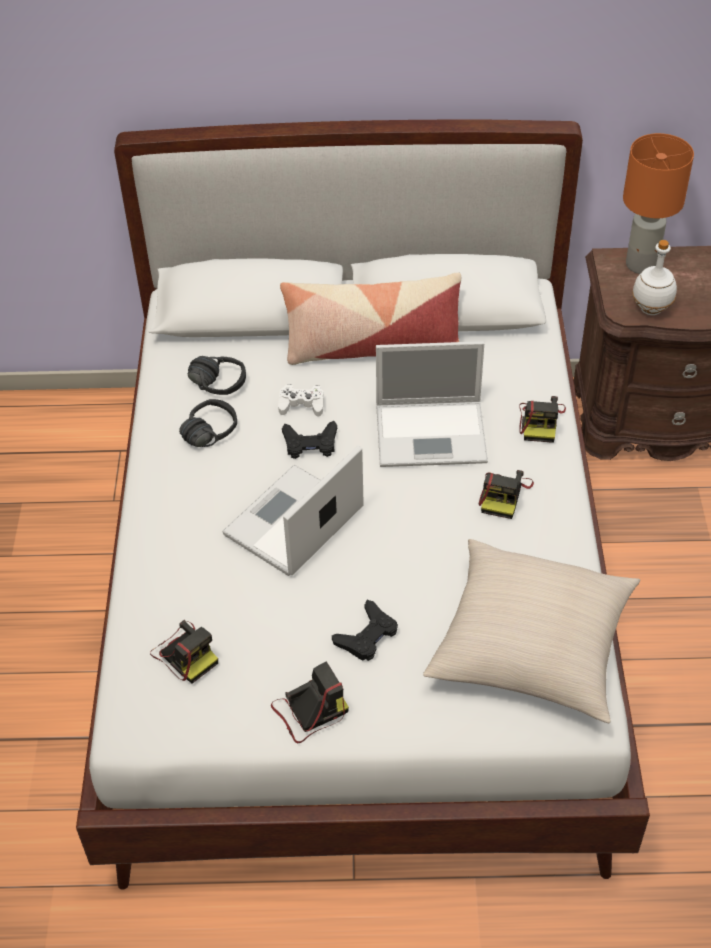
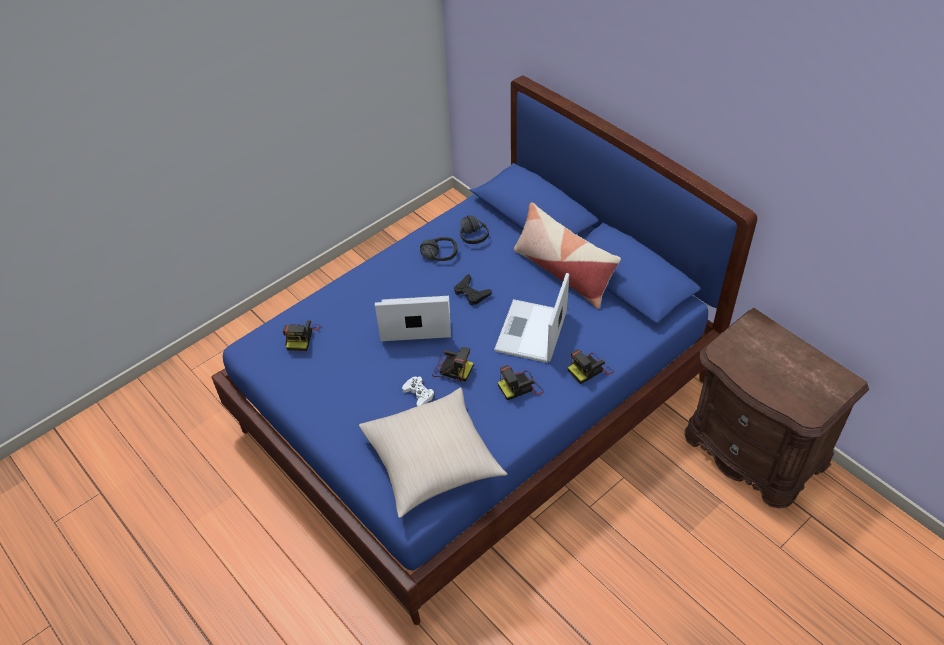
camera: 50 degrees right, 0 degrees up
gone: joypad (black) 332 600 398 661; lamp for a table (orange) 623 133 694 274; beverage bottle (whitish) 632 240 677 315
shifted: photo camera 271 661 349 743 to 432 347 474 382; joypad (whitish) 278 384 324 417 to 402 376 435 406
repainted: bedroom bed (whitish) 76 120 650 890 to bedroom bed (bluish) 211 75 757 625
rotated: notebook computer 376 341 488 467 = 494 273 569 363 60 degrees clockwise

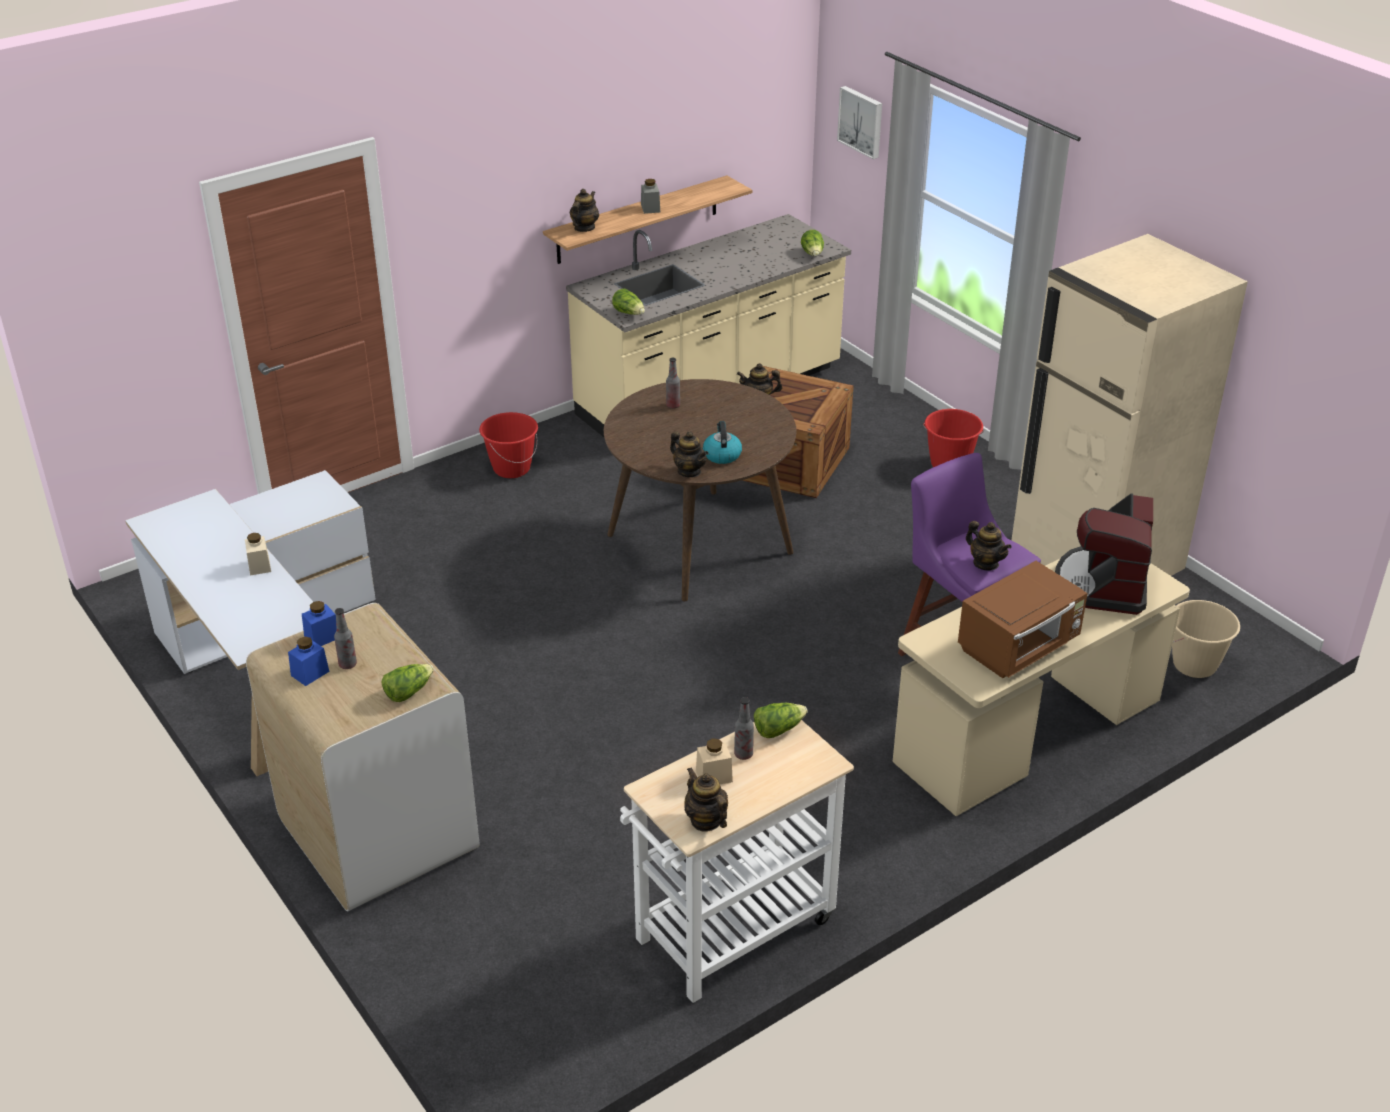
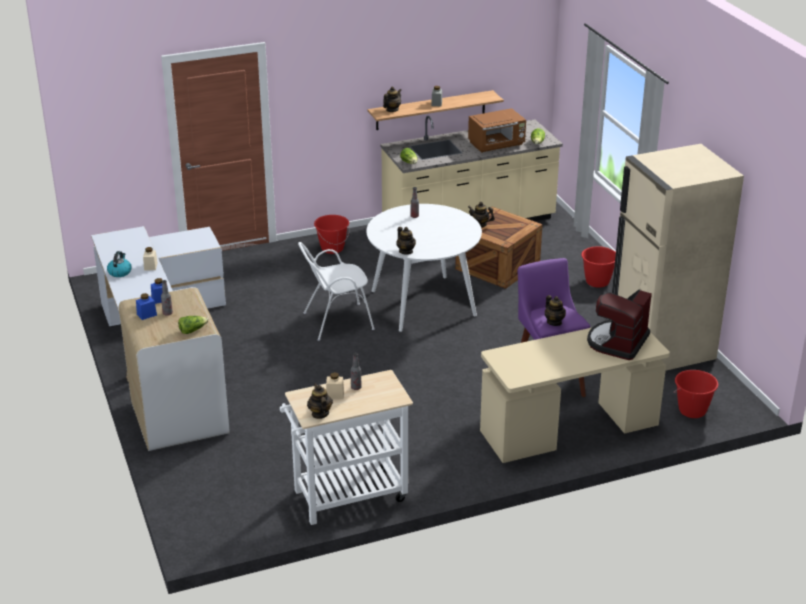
camera: 15 degrees right, 5 degrees down
gone: head of lettuce 754 703 808 738; wall picture 837 86 882 159
new: upright chair (whitish) 298 242 375 341
shifted: kettle 703 421 742 464 to 107 251 132 277; kitchen microwave (brown) 958 561 1088 678 to 468 108 526 153
repainted: kitchen table (brown) 604 379 796 601 to kitchen table (whitish) 366 204 482 332; pail (beige) 1172 600 1240 678 to pail (reddish) 674 370 718 418

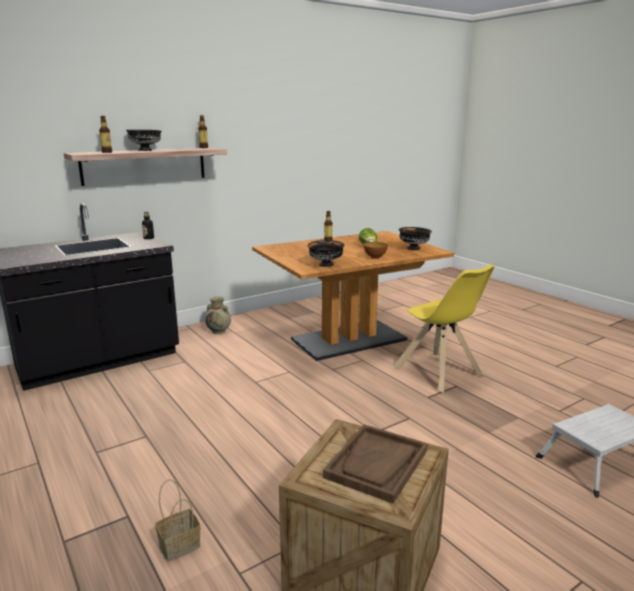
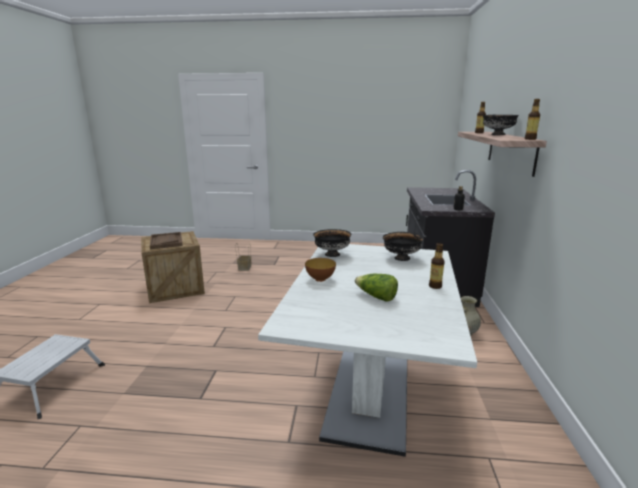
camera: 130 degrees right, 0 degrees up
gone: upright chair (yellow-coloured) 394 264 494 392
shifted: serving bowl (black) 399 227 432 250 to 383 232 424 261
repainted: kitchen table (brown) 252 231 454 361 to kitchen table (whitish) 258 244 477 457

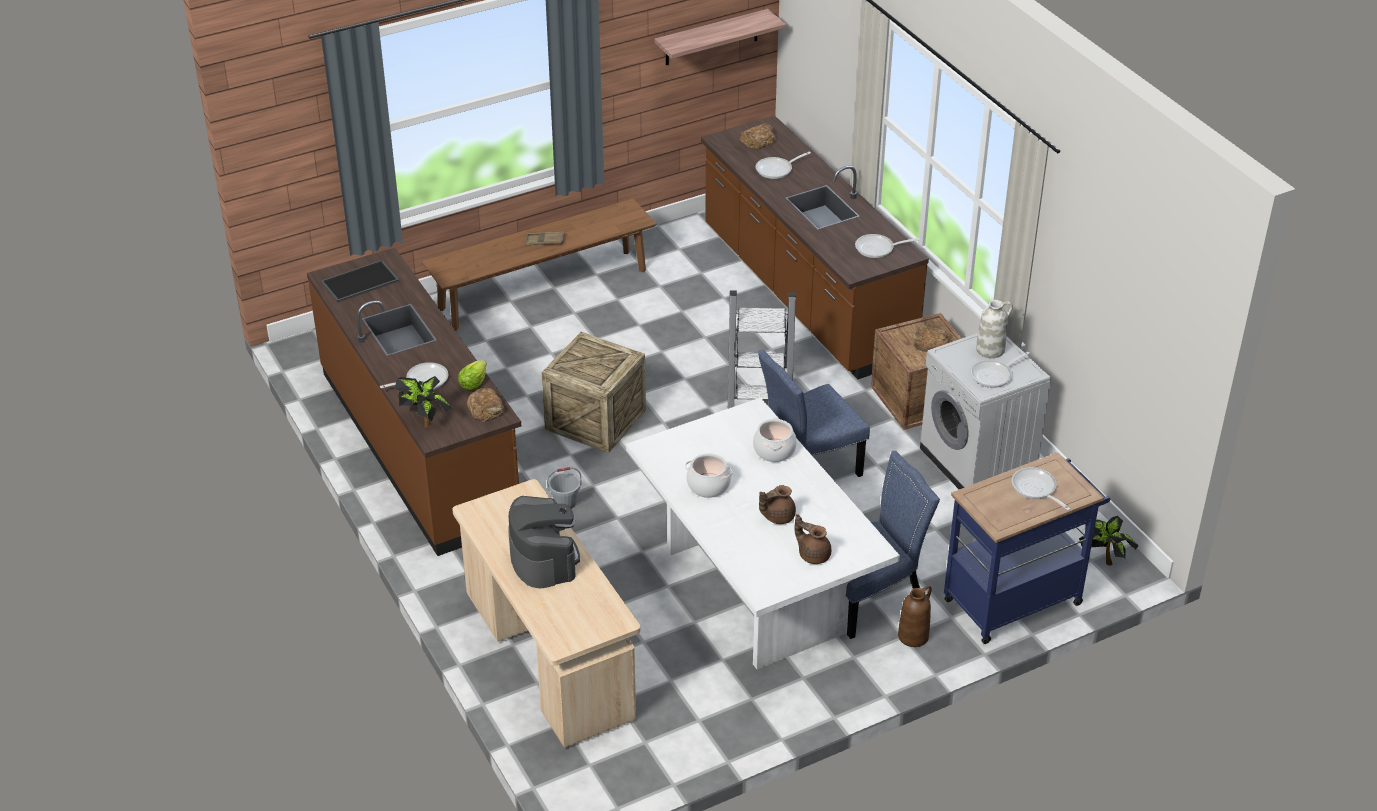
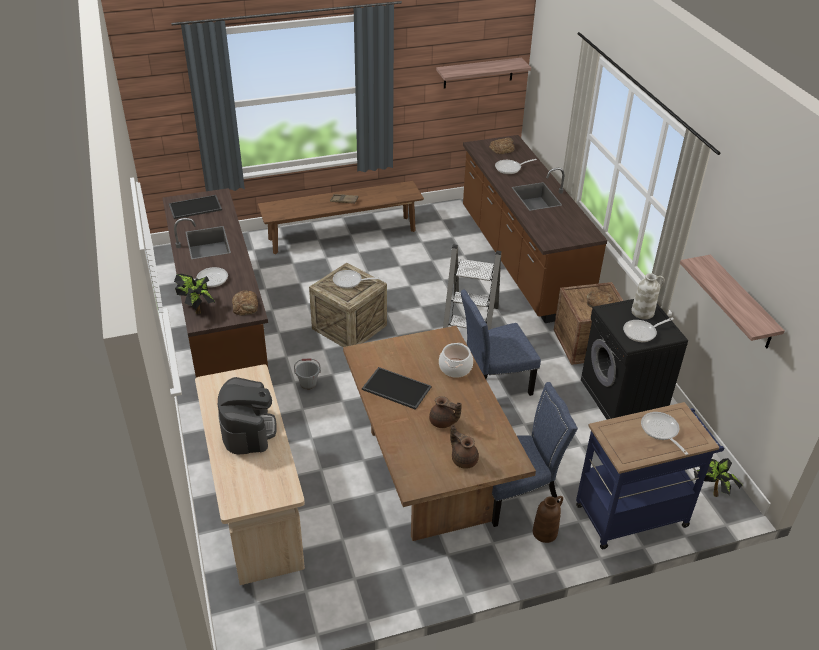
camera: 10 degrees right, 0 degrees up
gone: head of lettuce 458 360 487 390
new: shelf 680 255 785 348
shifted: pan 855 234 920 258 to 333 270 381 289
swapped: cooking pot 685 453 732 498 to carrying tray 362 367 431 410
repainted: kitchen table (whitish) 626 398 900 669 to kitchen table (brown) 343 326 536 541; washing machine (whitish) 920 333 1051 489 to washing machine (black) 581 299 688 420
rotated: pot for tea (brown) 759 485 796 524 = 429 396 462 428 135 degrees counterclockwise

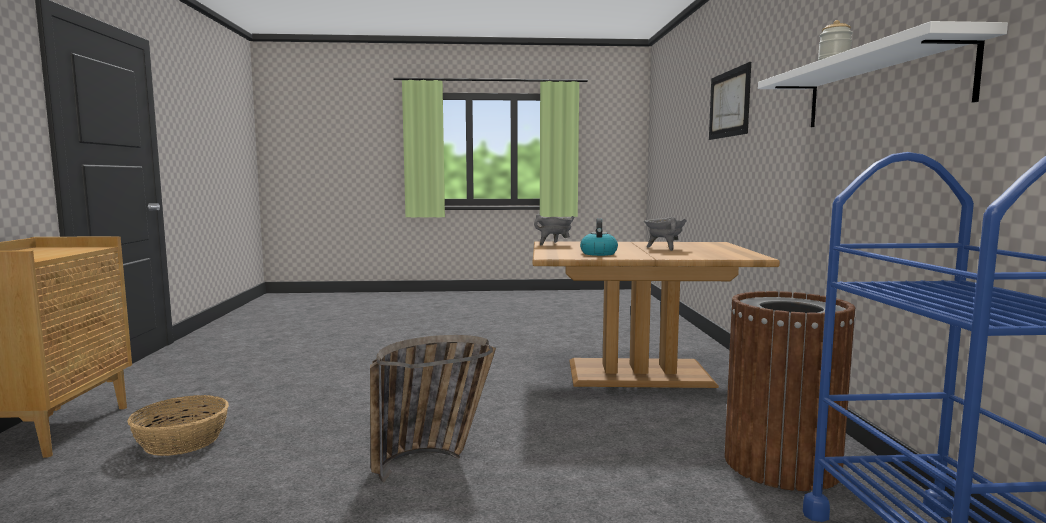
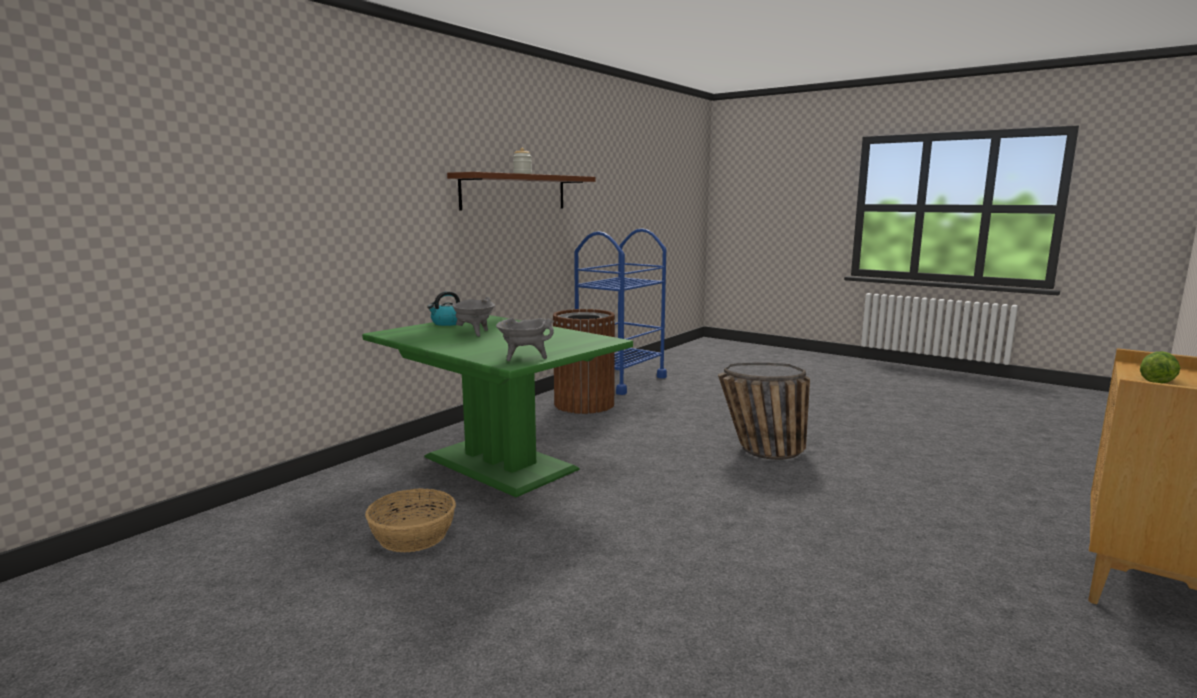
camera: 140 degrees left, 5 degrees up
gone: wall picture 709 62 751 140
new: head of lettuce 1140 351 1180 383
shifted: storage basket 127 395 229 456 to 365 488 456 552; kettle 580 218 618 256 to 427 291 460 326
repainted: kitchen table (brown) 532 241 780 388 to kitchen table (green) 362 315 633 497; shelf (whitish) 758 21 1008 127 to shelf (brown) 447 172 595 210

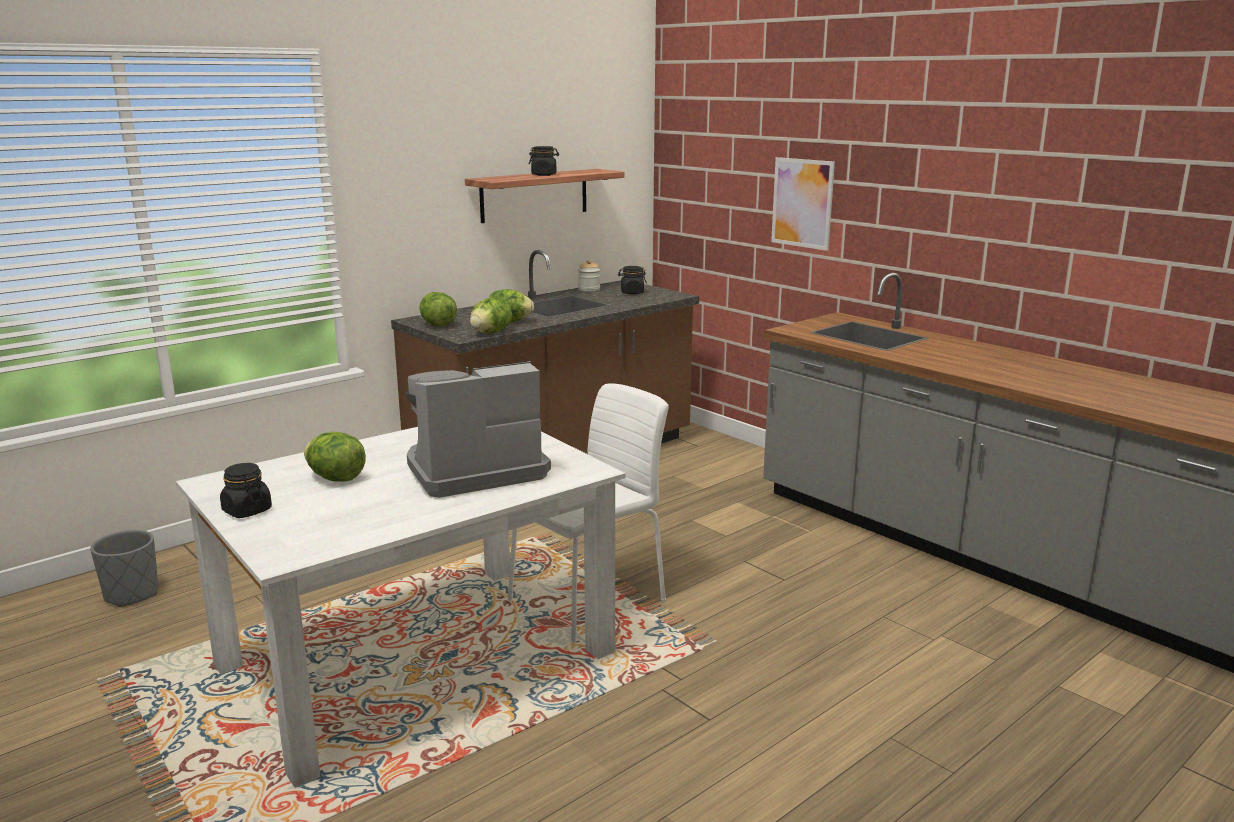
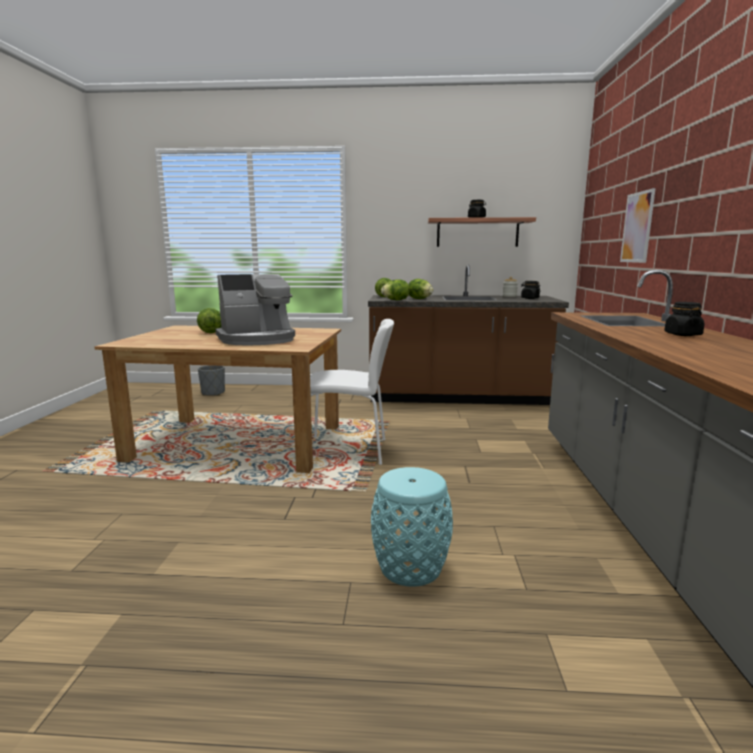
camera: 45 degrees right, 5 degrees down
new: sitting stool (blue-green) 371 467 453 587
shifted: preserve jar (black) 220 463 272 518 to 664 302 705 336
repainted: kitchen table (whitish) 176 427 625 788 to kitchen table (brown) 94 325 341 473
rotated: coffee brewer 405 361 551 498 = 215 274 295 345 135 degrees clockwise

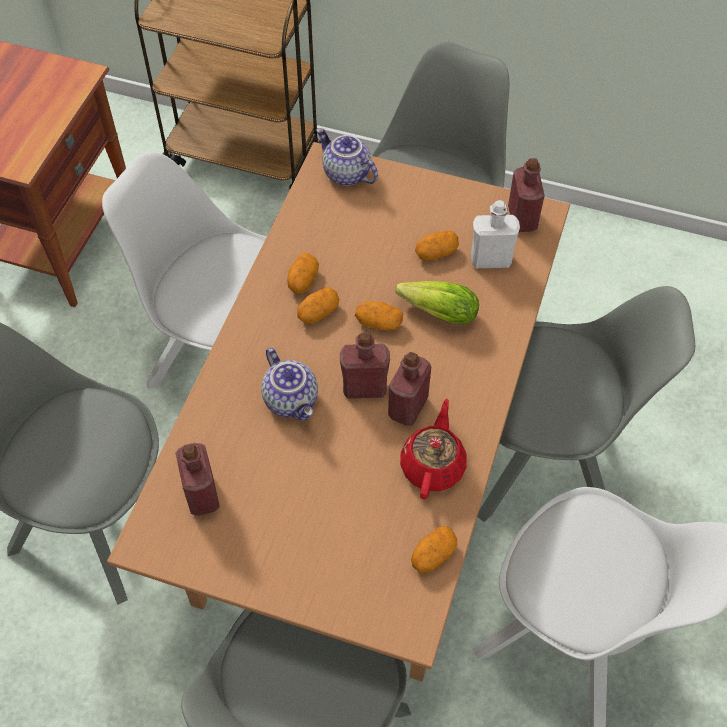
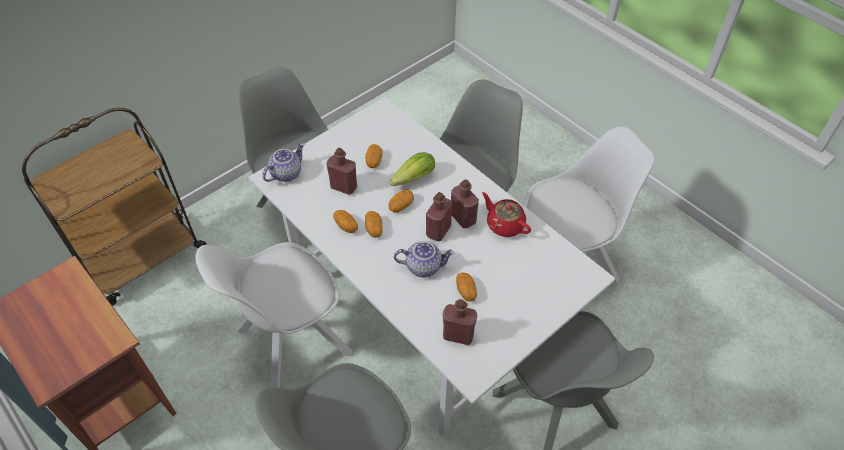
camera: 60 degrees left, 5 degrees down
gone: beverage bottle (whitish) 471 200 520 268
shifted: spud 411 526 457 573 to 456 272 477 302; beverage bottle (reddish) 508 158 545 232 to 326 148 357 195
repainted: kitchen table (brown) 107 142 570 682 to kitchen table (whitish) 248 96 616 437
rotated: pot for tea 316 128 378 186 = 262 143 304 182 150 degrees clockwise

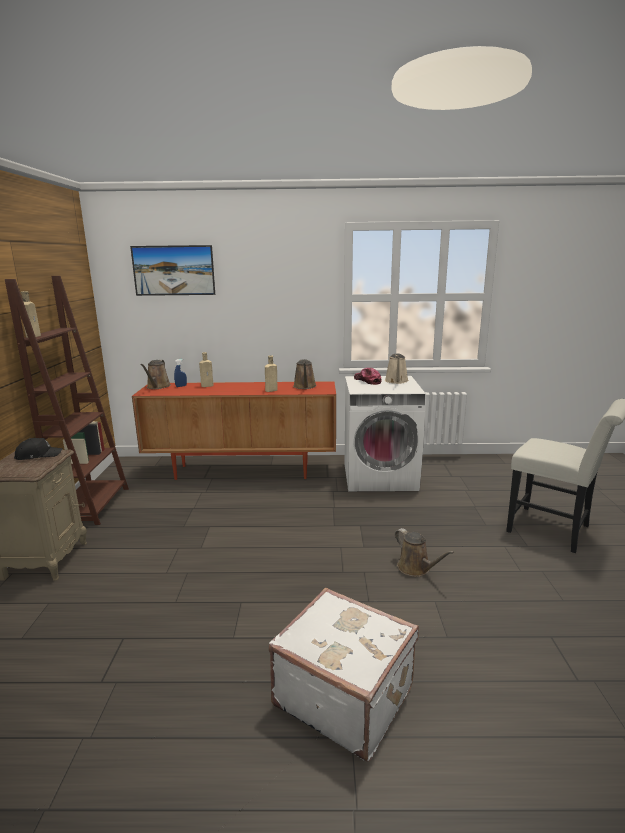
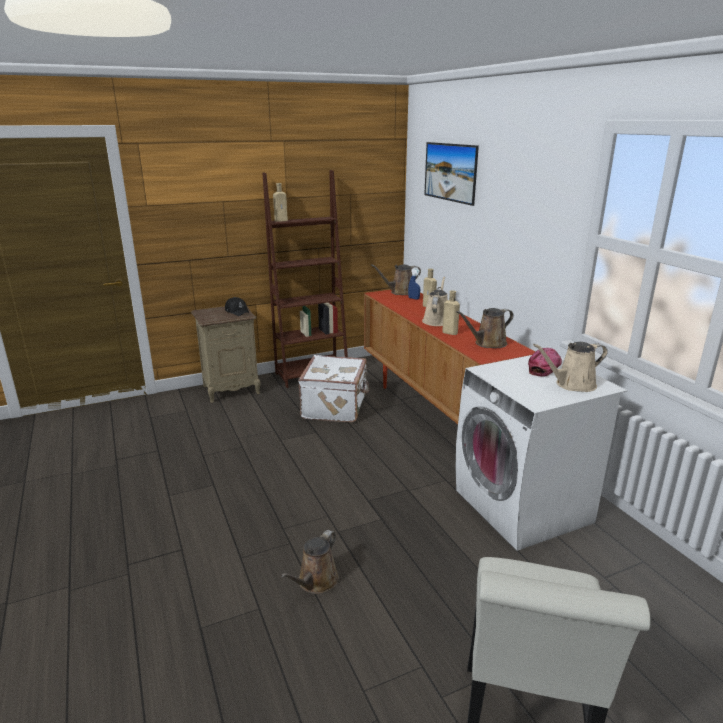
camera: 65 degrees right, 5 degrees up
new: watering pot (beige) 422 277 448 326
shifted: suitcase (whitish) 269 588 419 762 to 298 355 370 422

